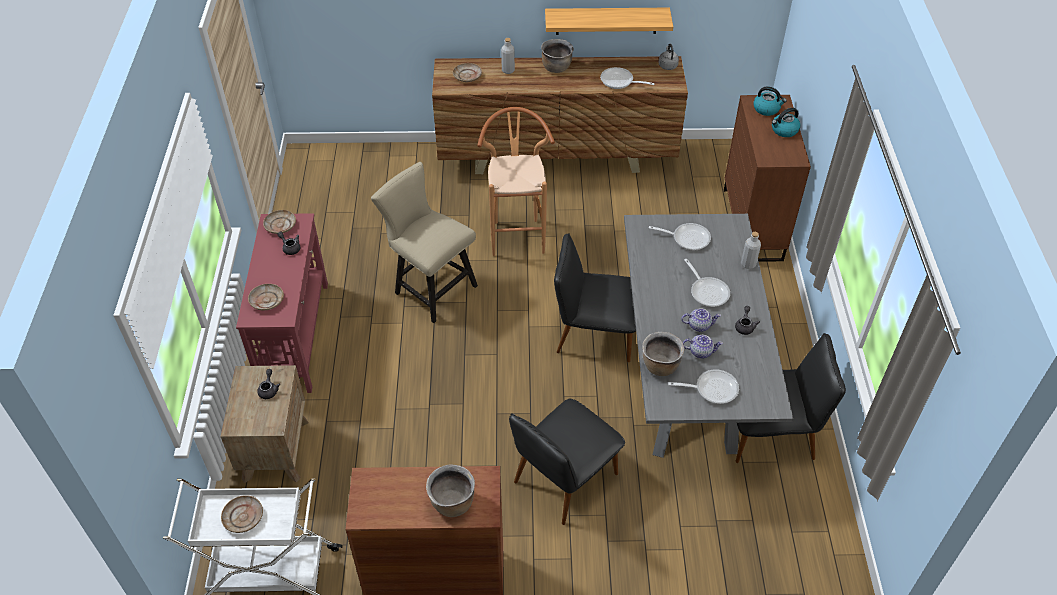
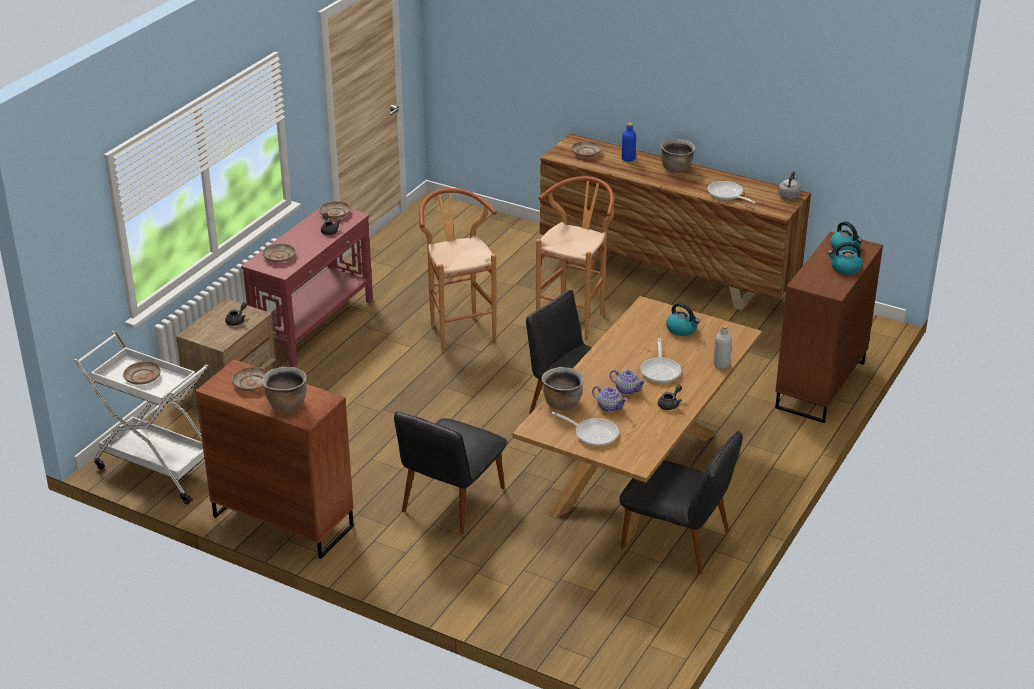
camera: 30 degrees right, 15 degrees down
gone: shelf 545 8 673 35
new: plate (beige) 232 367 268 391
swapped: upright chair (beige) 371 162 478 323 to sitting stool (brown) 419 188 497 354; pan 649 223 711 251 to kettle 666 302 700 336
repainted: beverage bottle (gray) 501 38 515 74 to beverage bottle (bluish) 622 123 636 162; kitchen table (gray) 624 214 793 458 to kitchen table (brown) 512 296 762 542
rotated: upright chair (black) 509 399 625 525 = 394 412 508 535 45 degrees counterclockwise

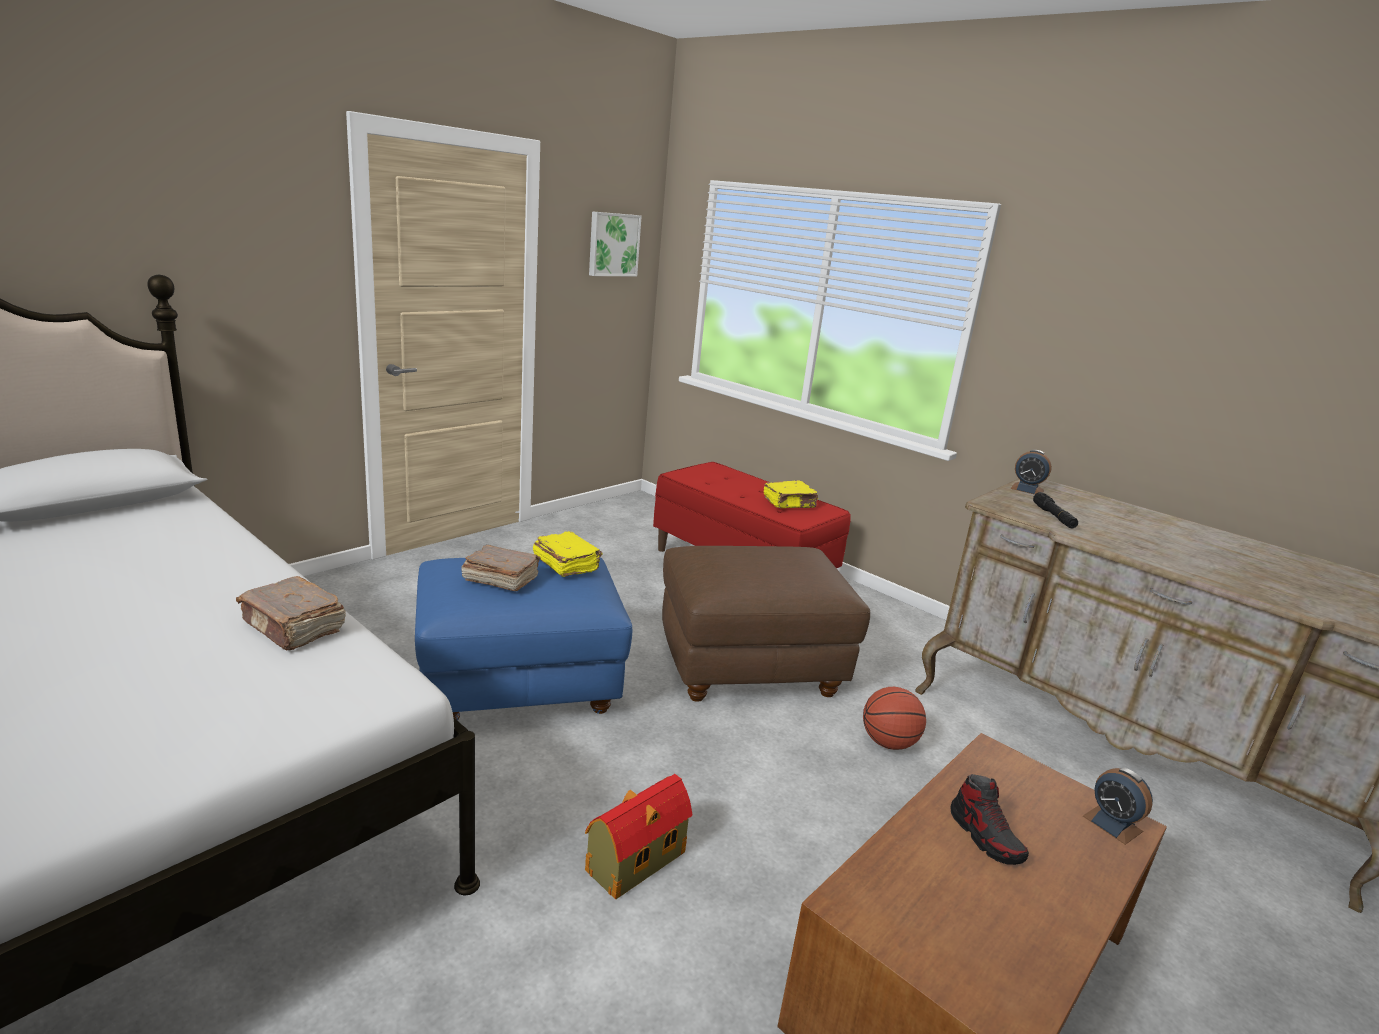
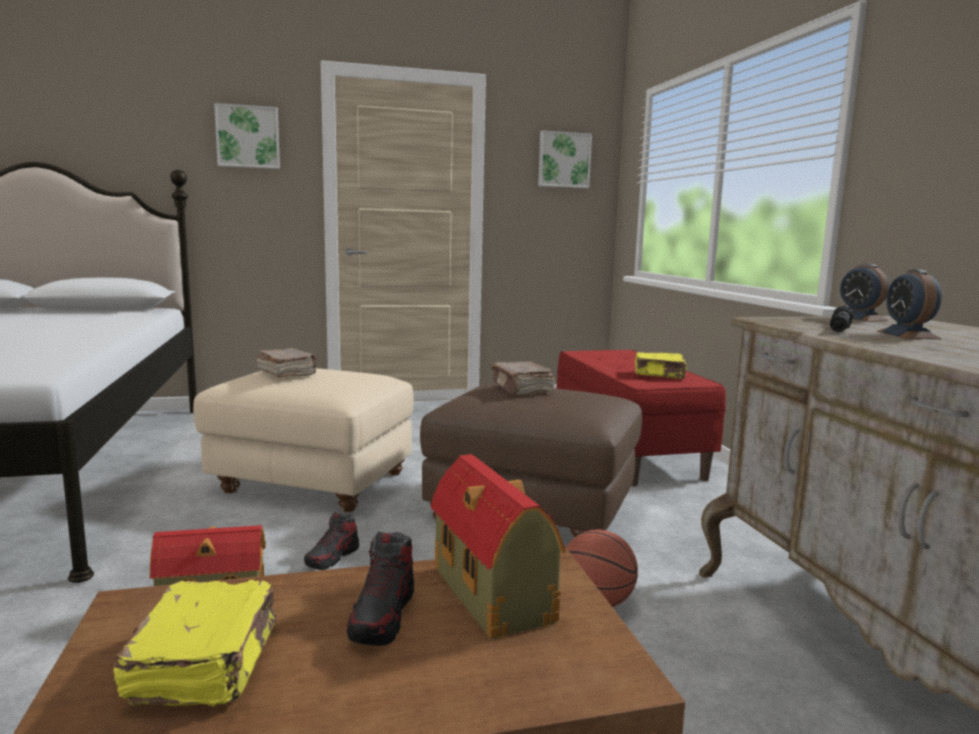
camera: 35 degrees right, 10 degrees down
new: wall picture 214 103 280 169; low shoe 304 512 359 570; model house 431 454 566 639
shifted: book (brown) 236 576 346 650 to 491 361 555 397; book (yellow-coloured) 533 531 602 577 to 114 580 276 707; alarm clock 1083 768 1153 845 to 877 269 942 339
repainted: pouffe (bluish) 415 557 632 721 to pouffe (beige) 193 368 414 512

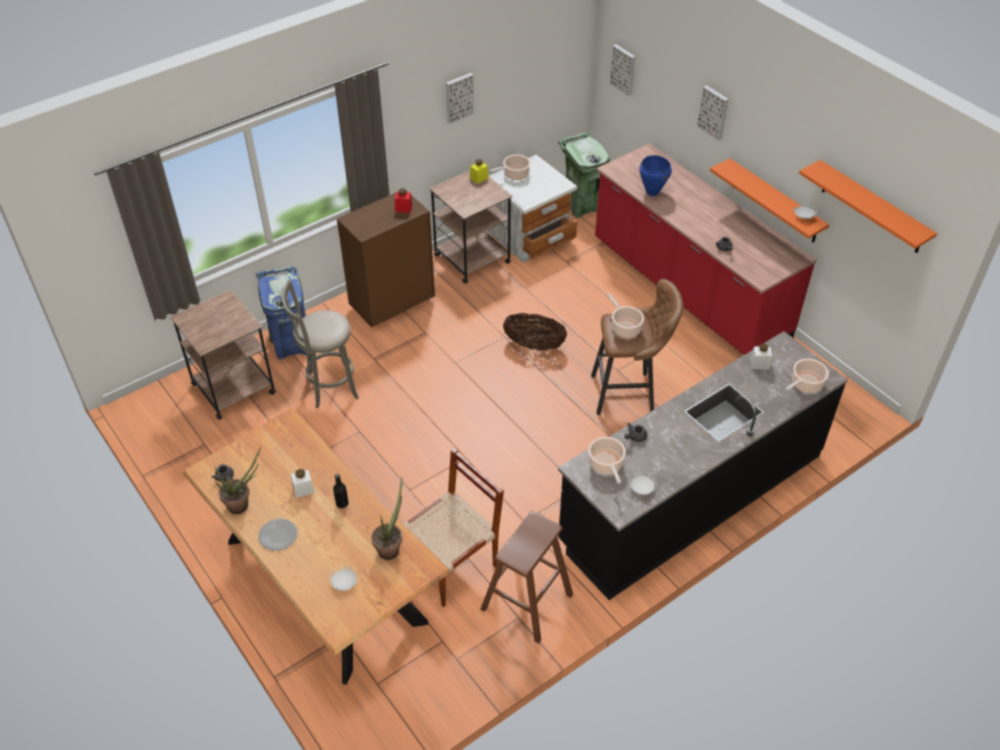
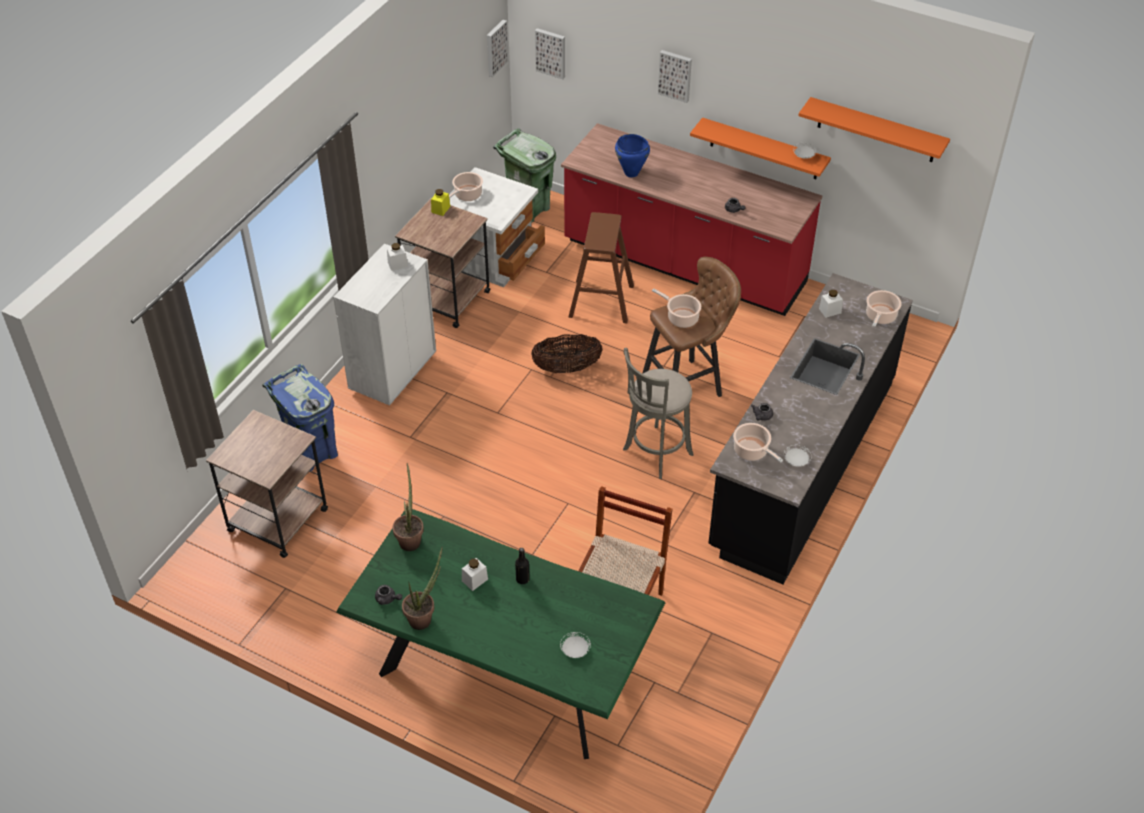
camera: 25 degrees left, 0 degrees up
gone: plate 258 519 298 551
shifted: sitting stool (gray) 282 280 359 408 to 623 348 694 479; plant in a pot 371 476 402 560 to 392 463 424 551; wall picture 446 73 474 124 to 487 20 508 77; sitting stool (brown) 480 511 573 644 to 569 212 634 323
repainted: kitchen table (brown) 183 408 451 685 to kitchen table (green) 336 507 666 759; cupboard (brown) 337 190 435 327 to cupboard (whitish) 333 244 436 406; preserve jar (reddish) 395 188 412 213 to preserve jar (whitish) 387 243 408 271

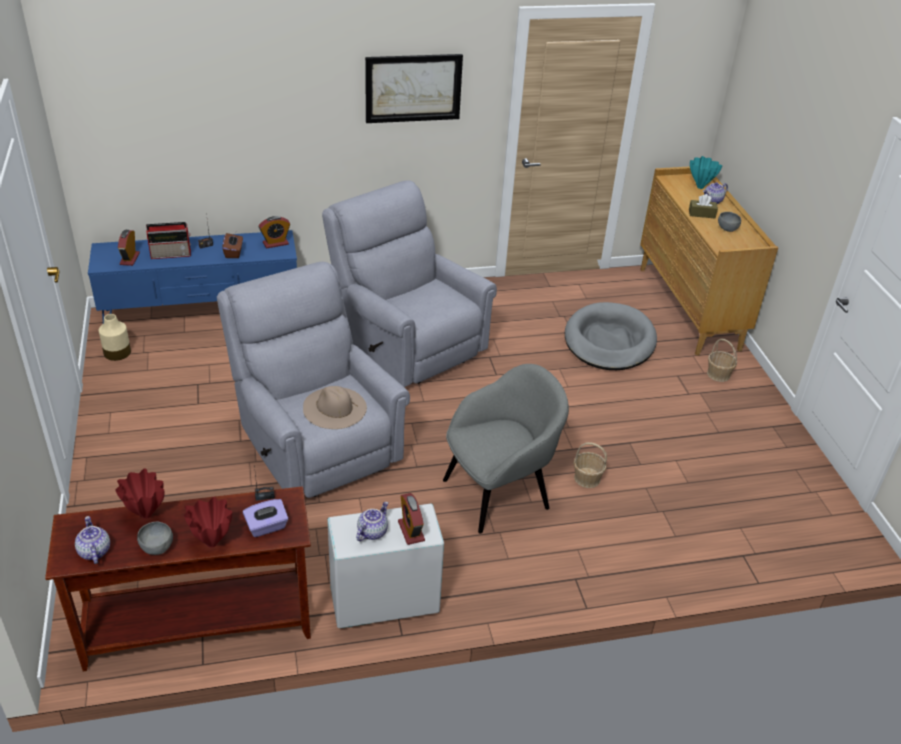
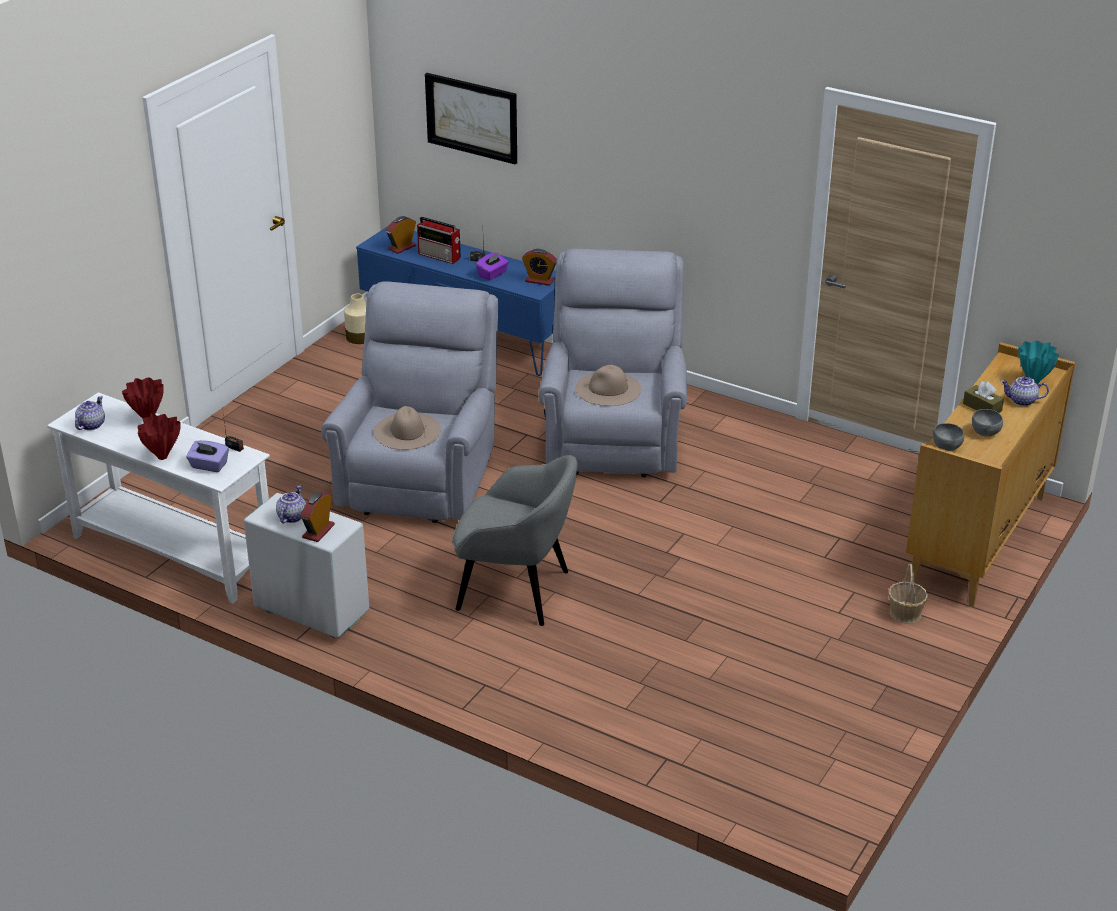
camera: 45 degrees right, 5 degrees down
gone: dog cushion (gray) 565 302 657 370; storage basket 574 442 607 488
new: wearable hat (beige) 575 365 641 406
shifted: serving bowl (gray) 137 522 173 555 to 933 423 964 451; wall picture 365 54 463 123 to 425 73 517 164
repainted: console table (brown) 45 486 311 671 to console table (whitish) 47 392 270 604; box of tissues (brown) 223 233 243 258 to box of tissues (purple-coloured) 476 253 509 281
rotated: pot for tea 356 502 388 541 = 276 486 306 523 60 degrees counterclockwise

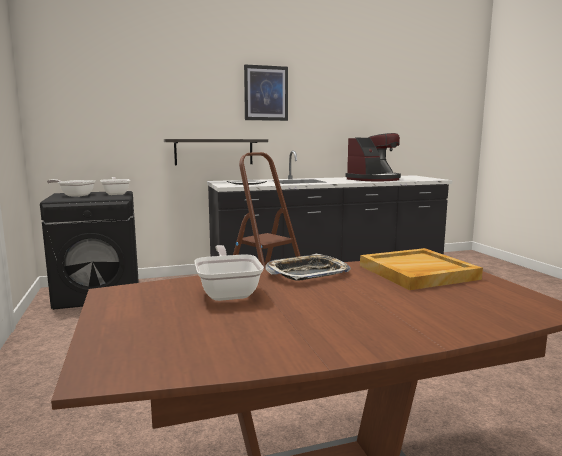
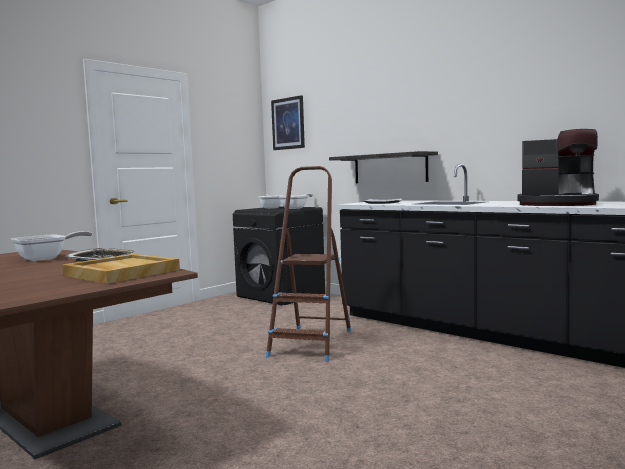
camera: 60 degrees right, 5 degrees down
shifted: wall picture 244 65 288 121 to 271 95 305 150

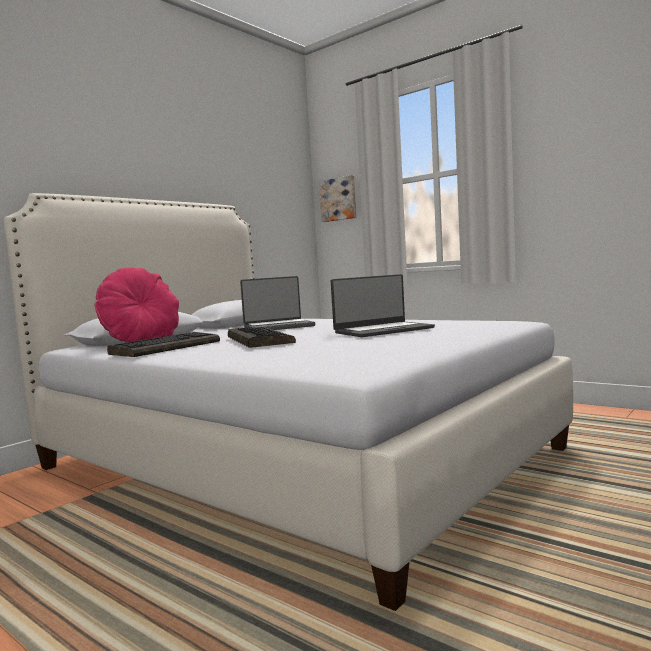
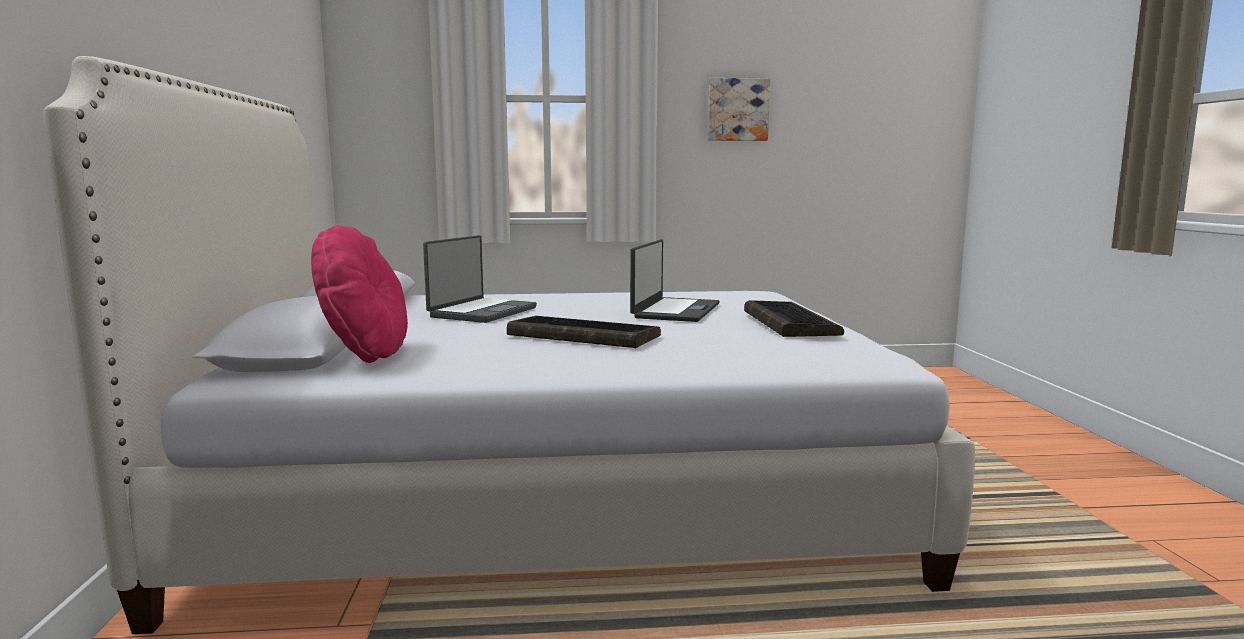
camera: 45 degrees left, 5 degrees up
shifted: computer keyboard 107 332 220 357 to 744 300 844 337; wall picture 319 175 356 222 to 708 78 770 141

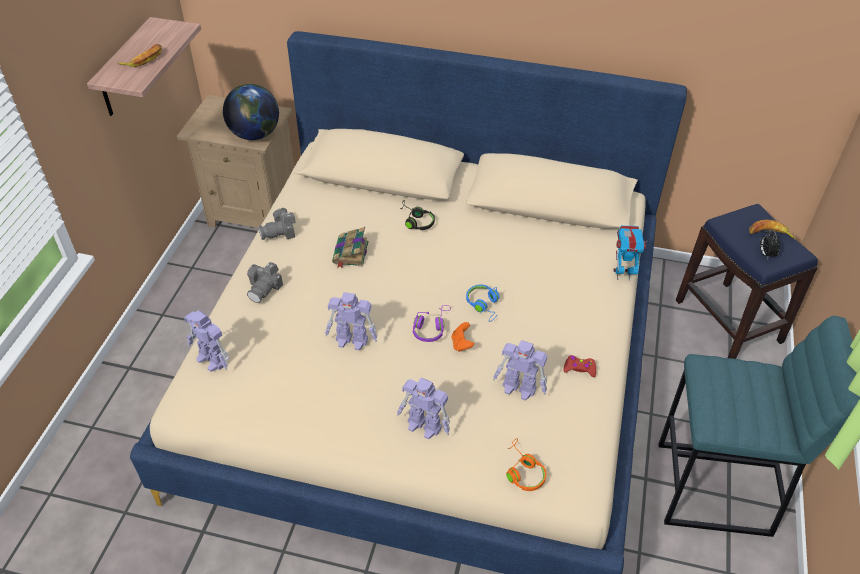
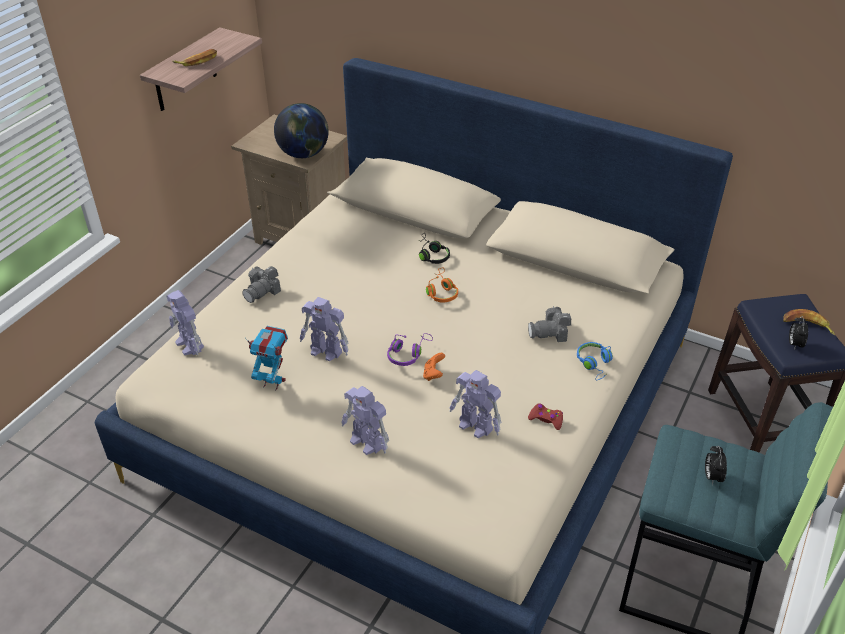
camera: 15 degrees right, 5 degrees down
gone: book 332 227 369 268
new: alarm clock 705 446 727 485
shifted: photo camera 258 208 296 240 to 528 306 571 342; headset (bluish) 466 284 500 322 to 577 342 613 380; headset (orange) 506 438 547 491 to 426 267 458 303; robot figure 613 225 649 281 to 245 326 288 390

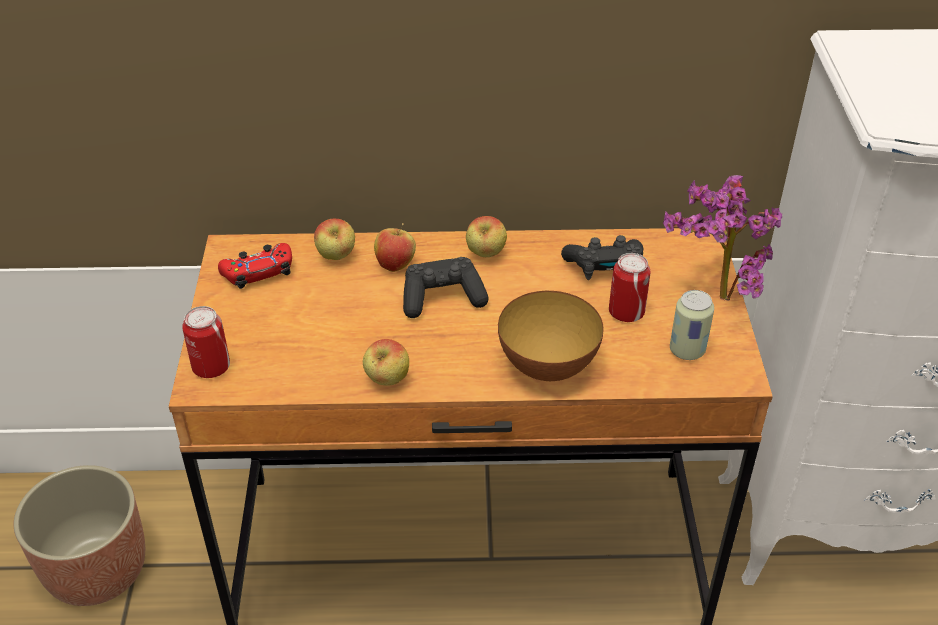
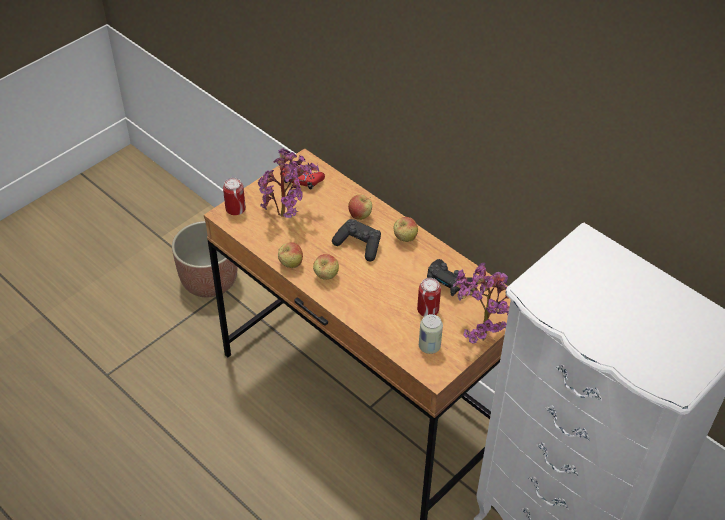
camera: 45 degrees right, 5 degrees up
gone: serving bowl 498 291 604 381
new: plant in a pot 258 148 319 218
shifted: whole apple 314 218 355 260 to 313 254 339 280

